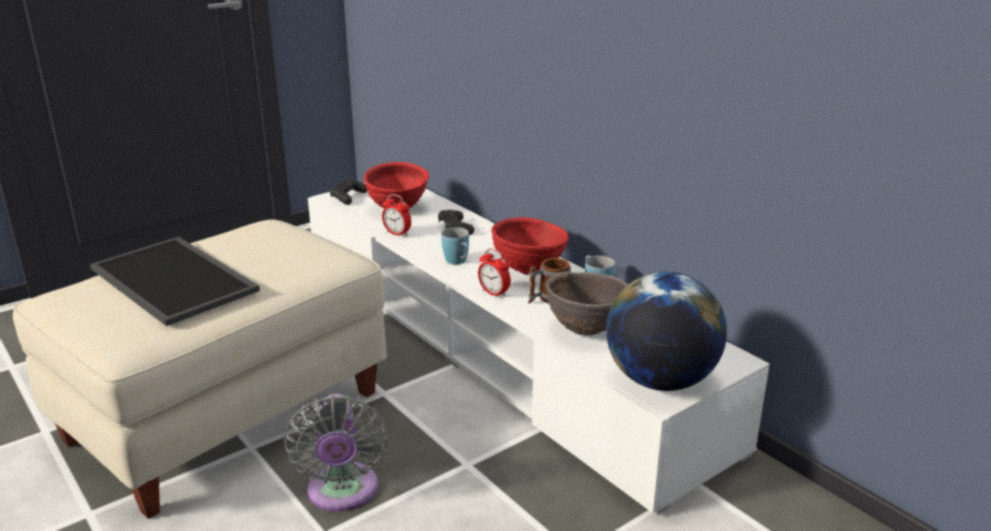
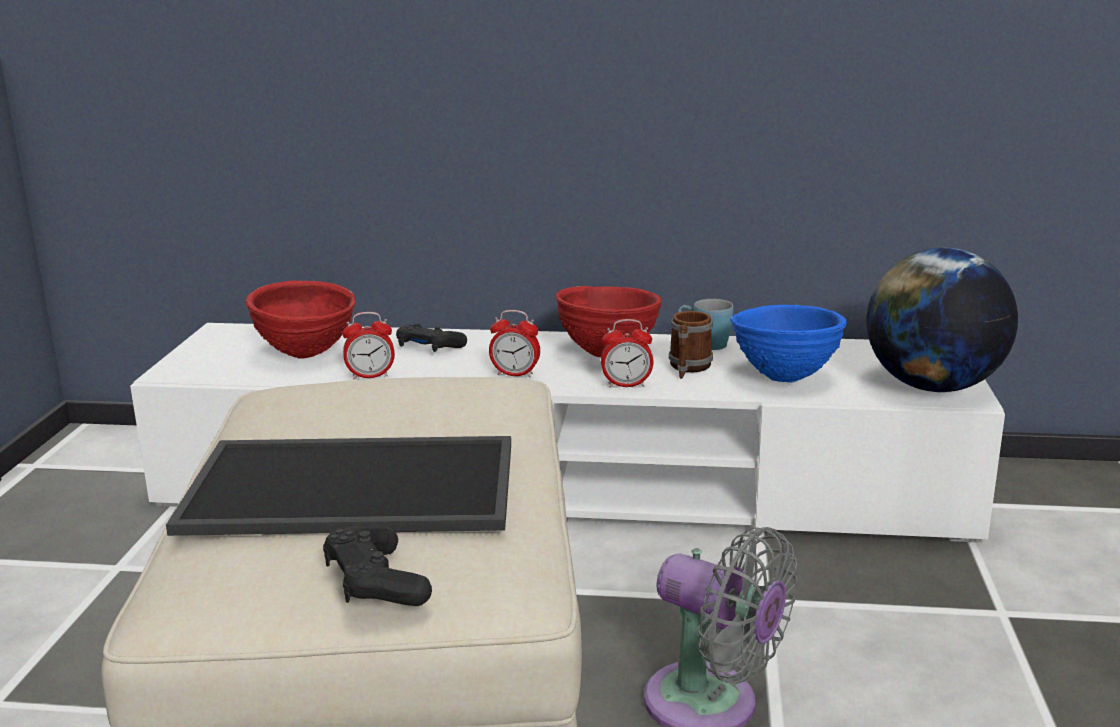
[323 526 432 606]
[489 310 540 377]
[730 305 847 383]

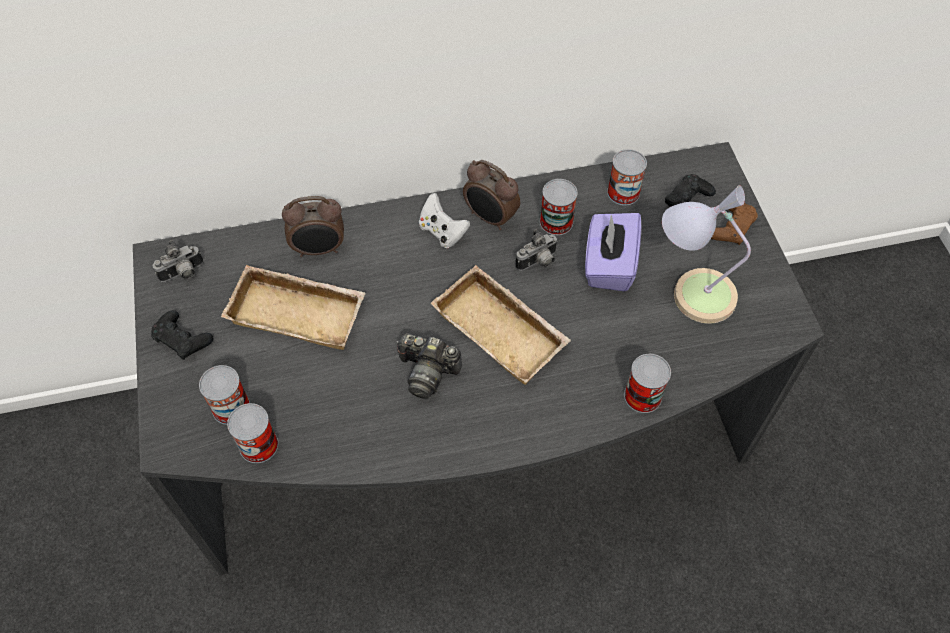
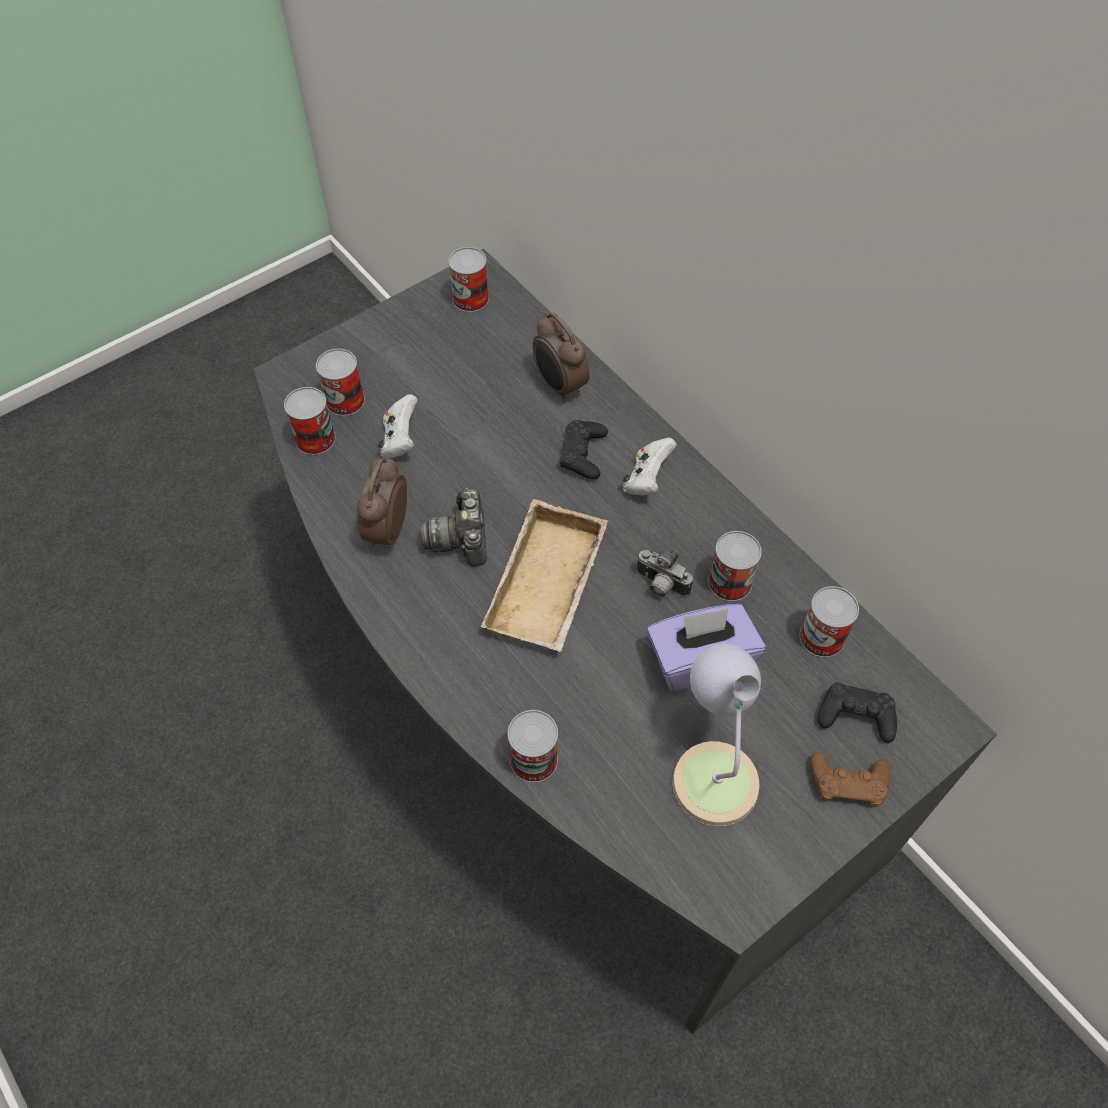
[221 265 366 350] (first image)
[378 394 417 458]
[559 420 608 479]
[357 455 407 548]
[448 247 489 312]

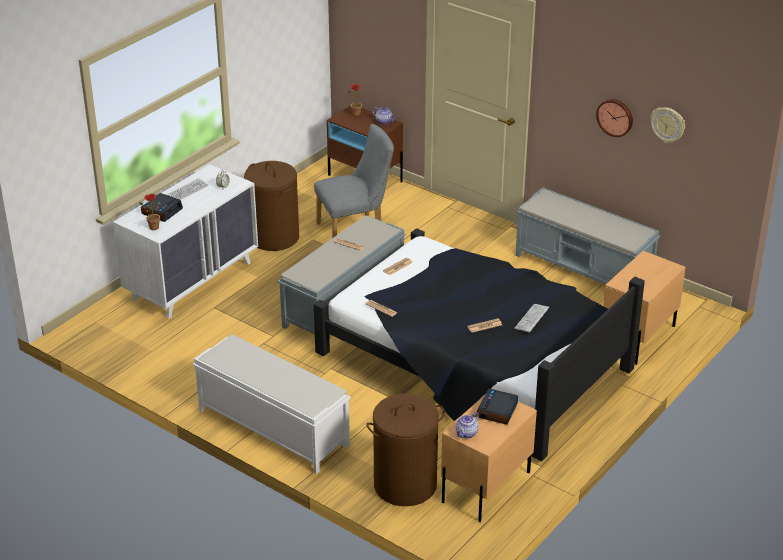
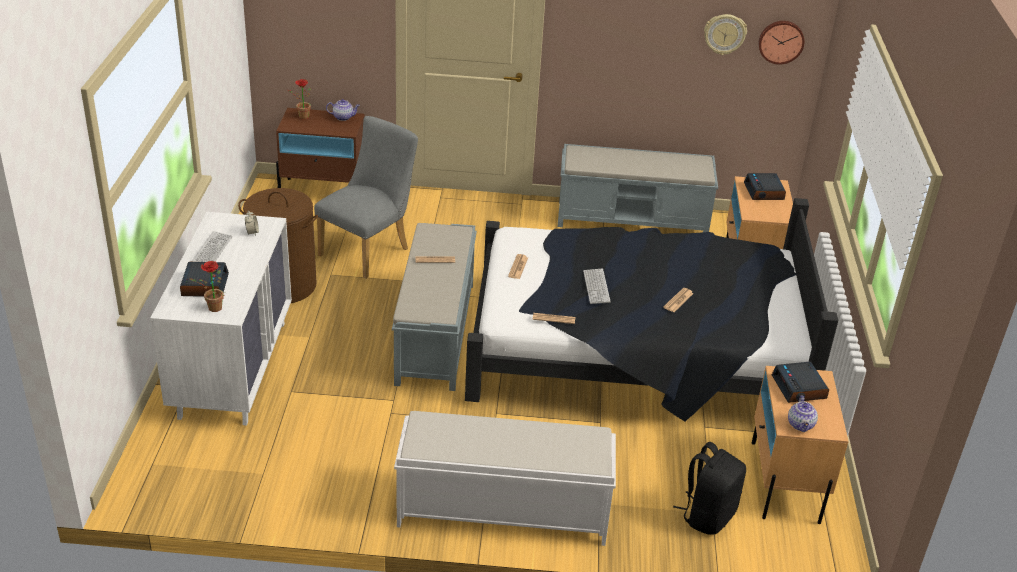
[744 173 786 200]
[583 269 611 304]
[758 21 804 65]
[673 442 746 535]

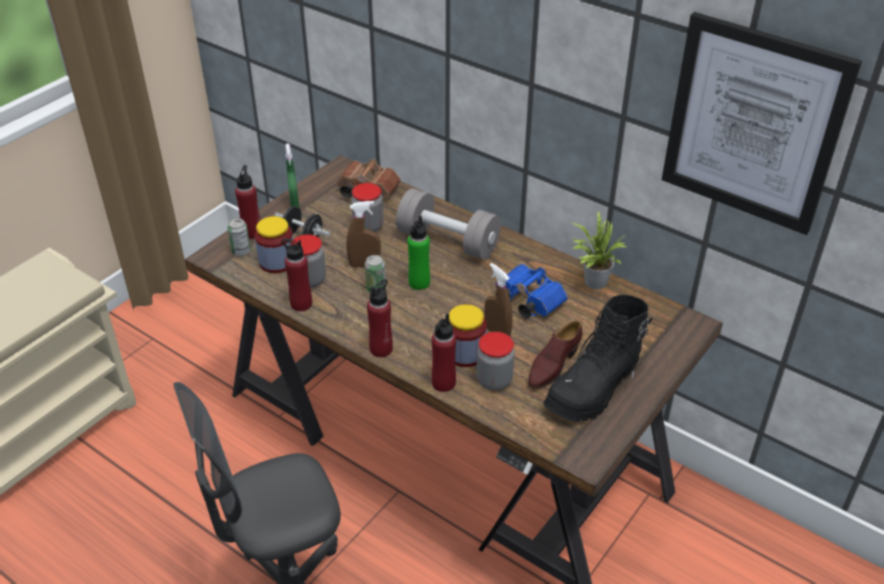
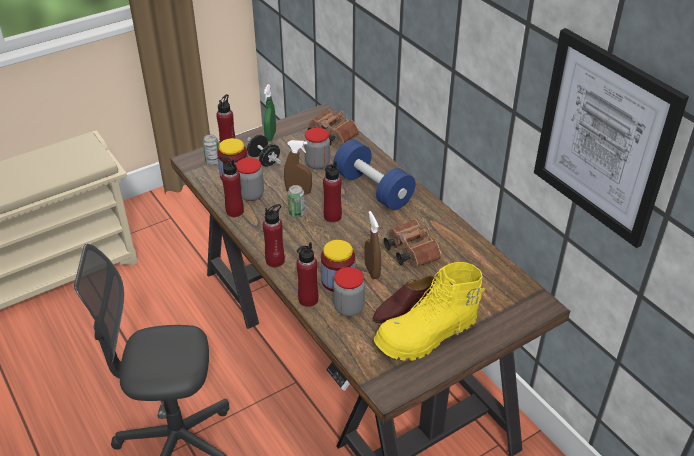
[572 211 626 289] (first image)
[333 140 416 210]
[323 161 342 222]
[383 220 442 267]
[374 262 485 361]

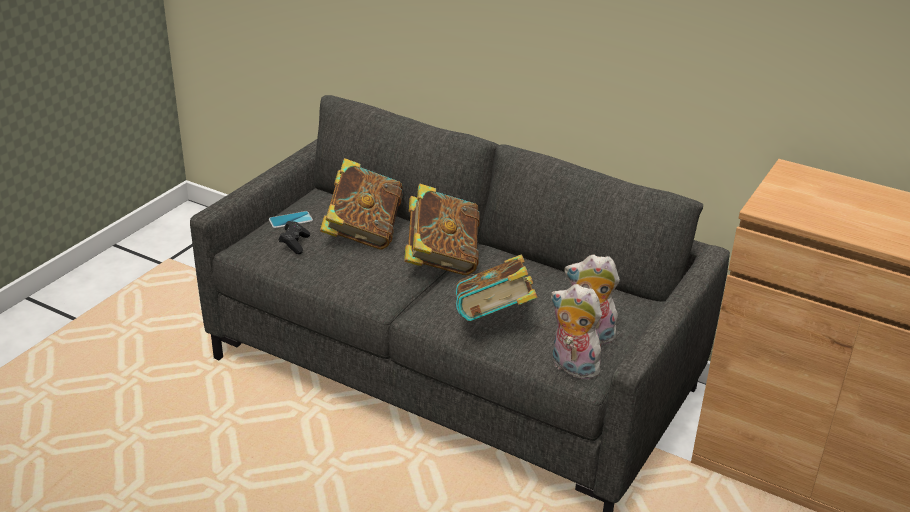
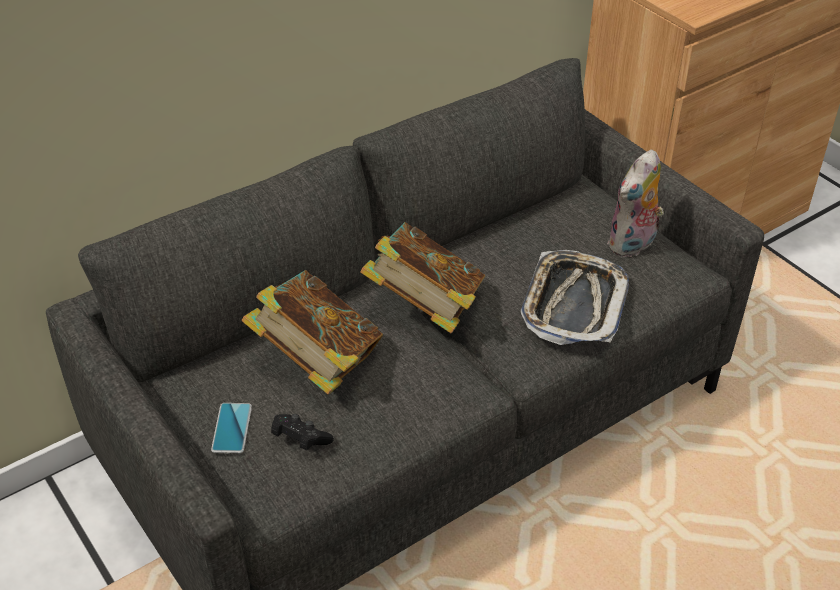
[550 284 603 379] (first image)
[521 250 629 345]

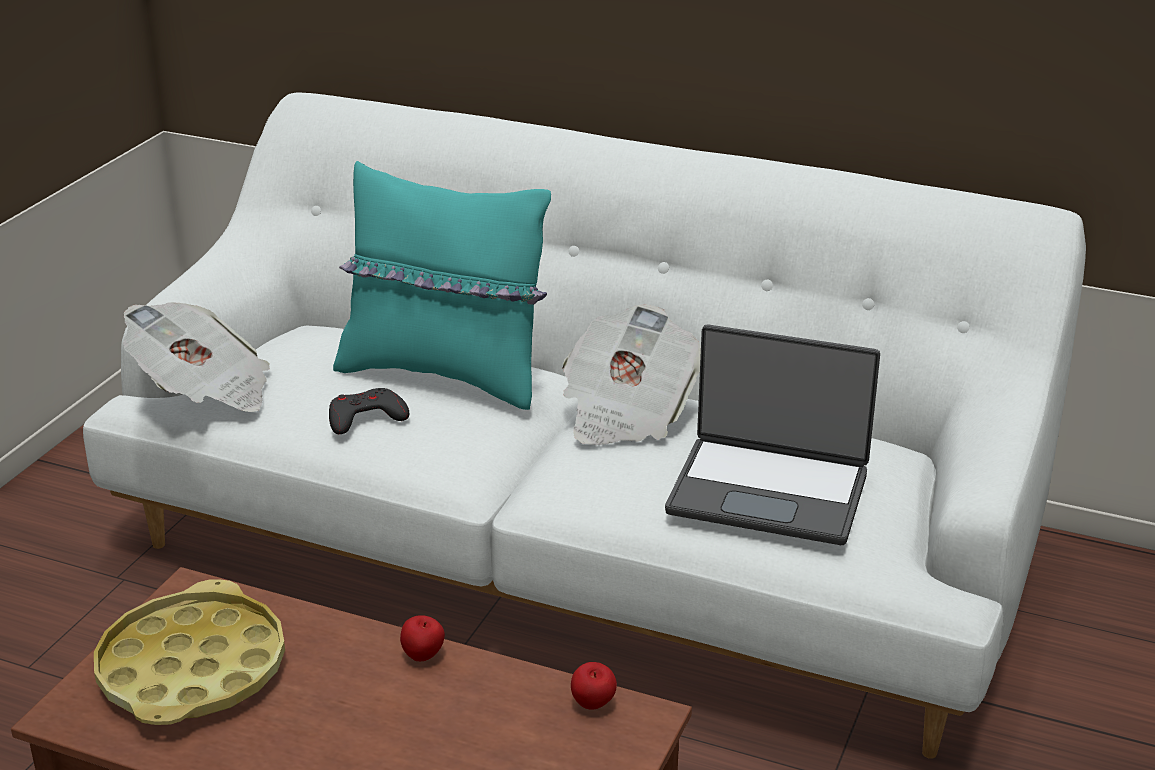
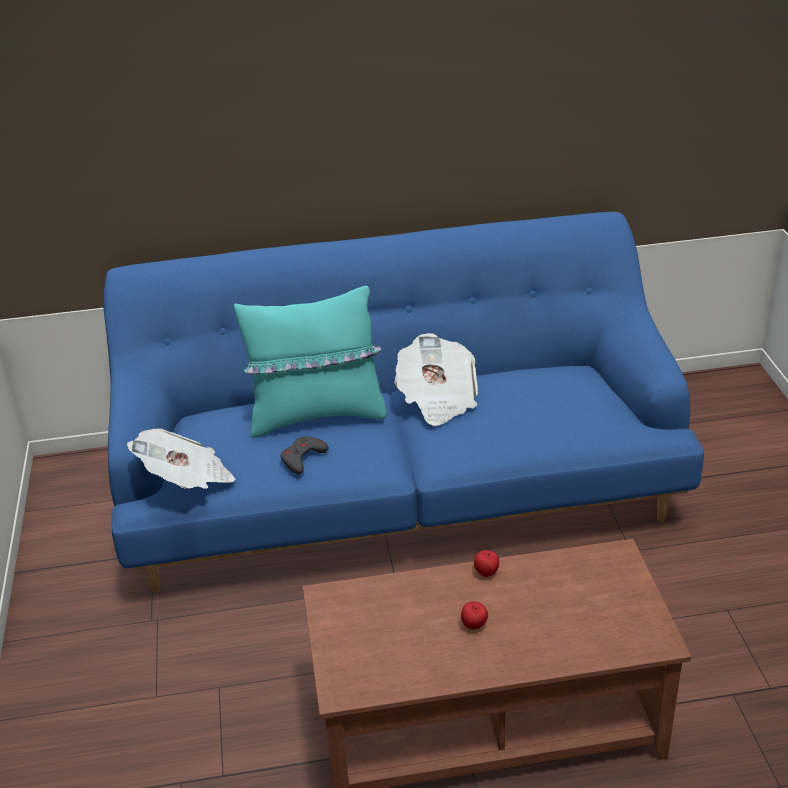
[94 580 285 725] (first image)
[665 324 880 545] (first image)
[461 601 488 630]
[104 212 704 593]

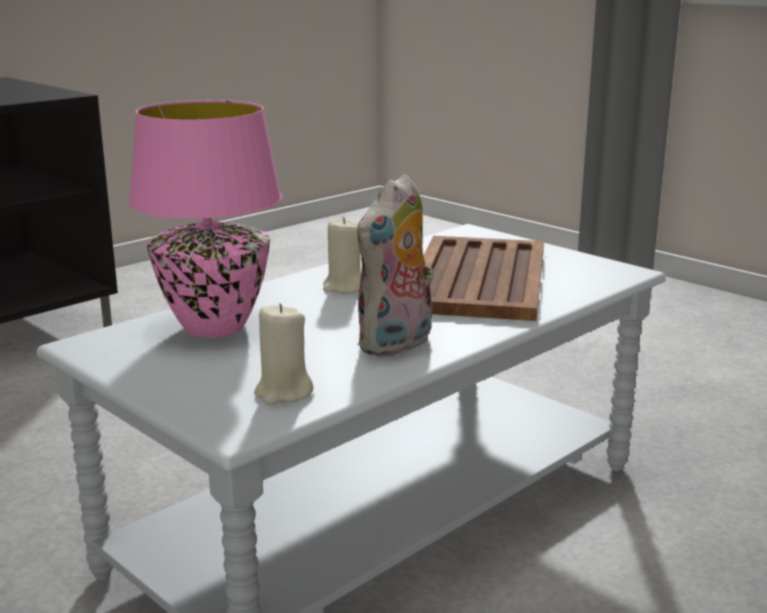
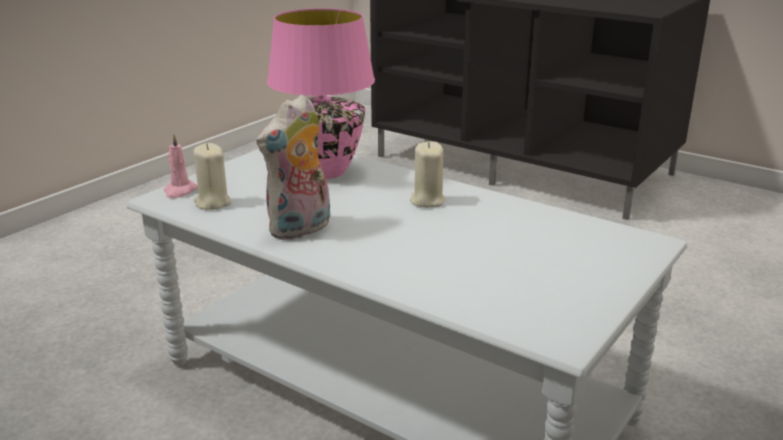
[424 236 544 321] (first image)
[164 133 198 199]
[256 94 330 240]

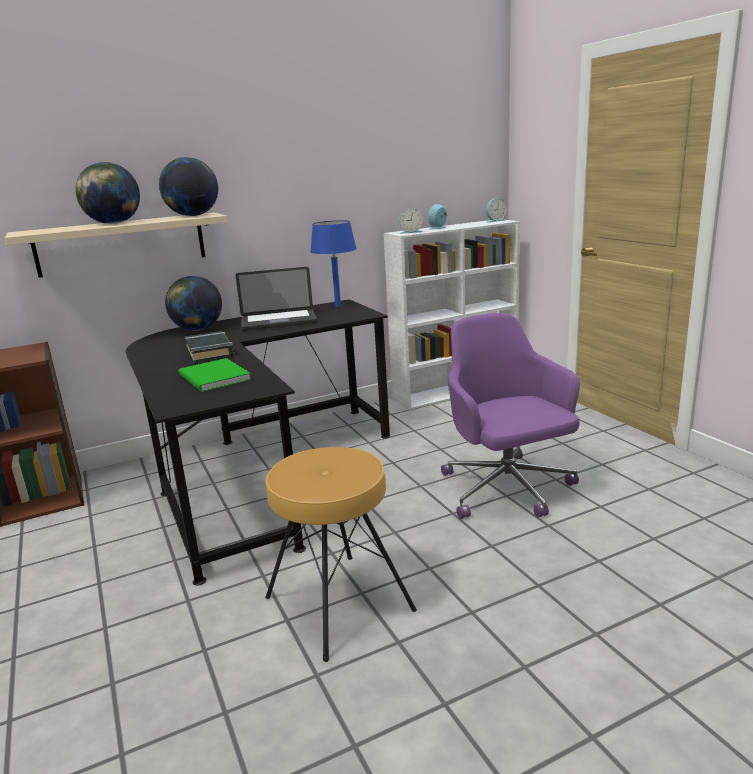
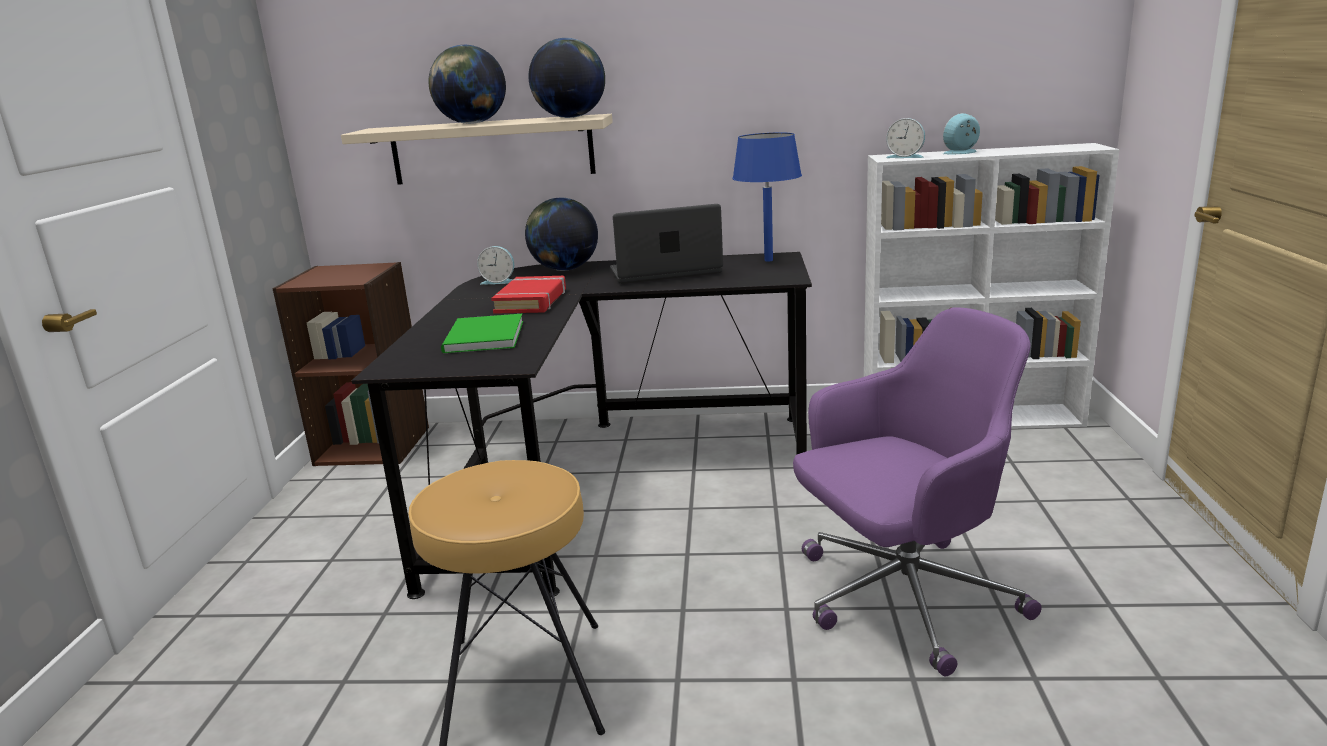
[477 246 514 285]
[491 276 566 314]
[610 204 723 284]
[793 307 1042 677]

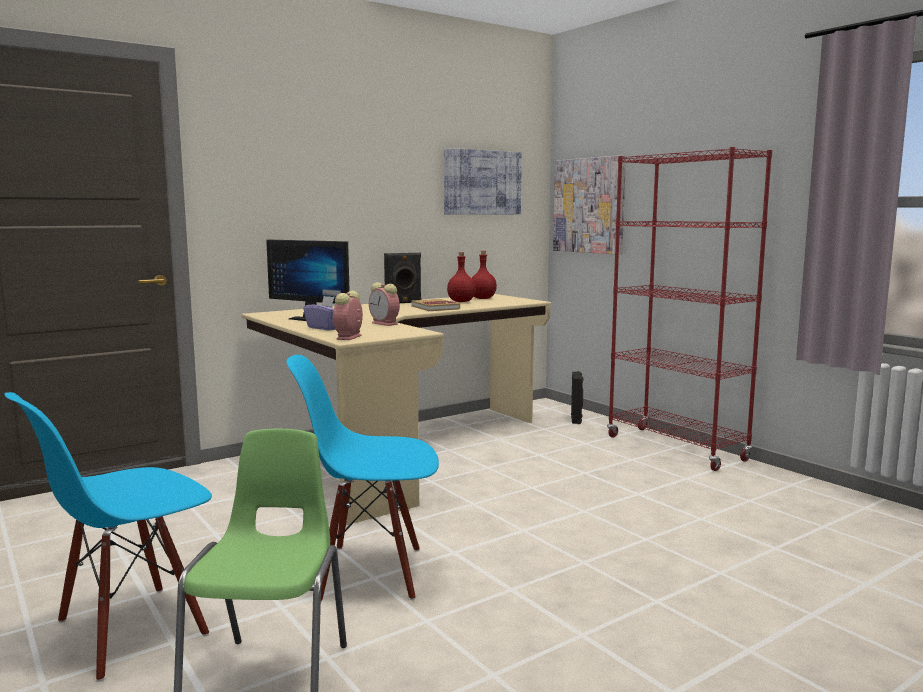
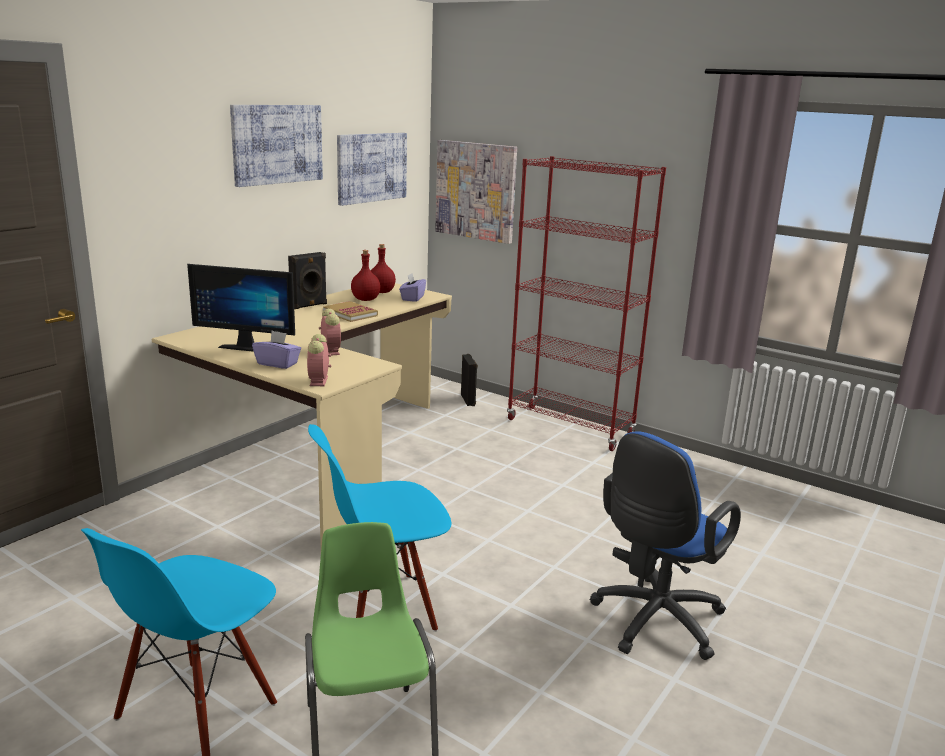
[230 105 323 187]
[399 273 426 302]
[590 431 741 660]
[319 309 341 356]

